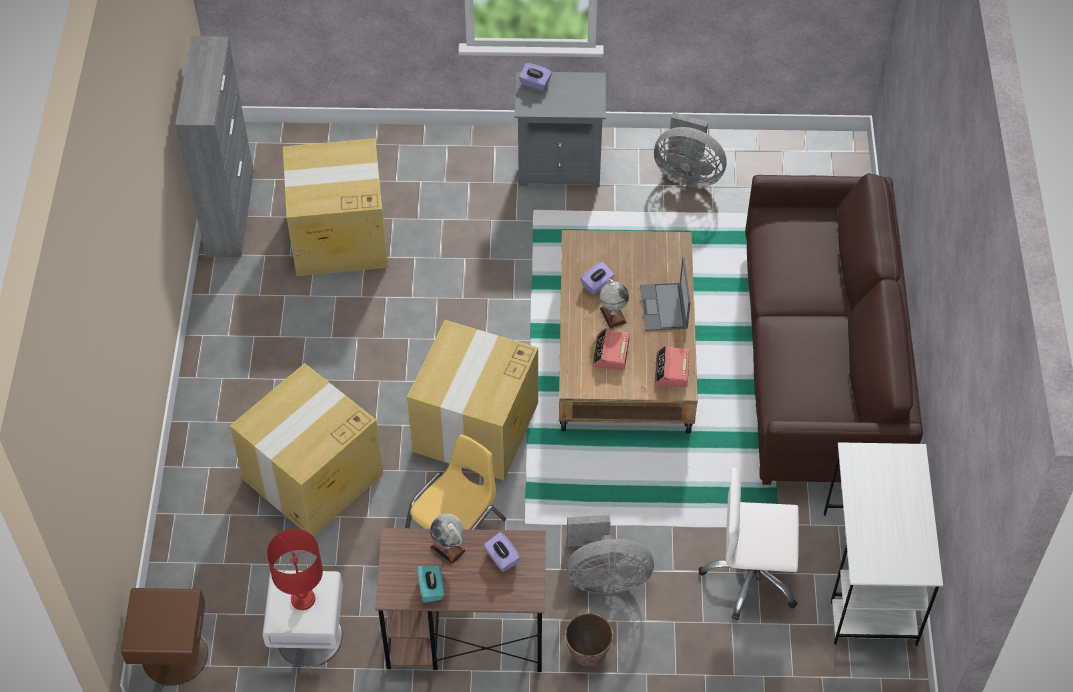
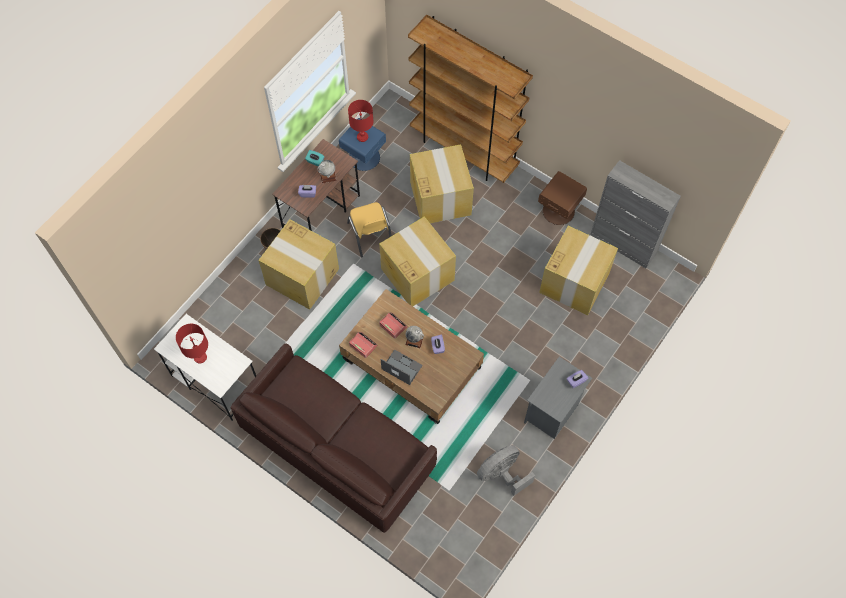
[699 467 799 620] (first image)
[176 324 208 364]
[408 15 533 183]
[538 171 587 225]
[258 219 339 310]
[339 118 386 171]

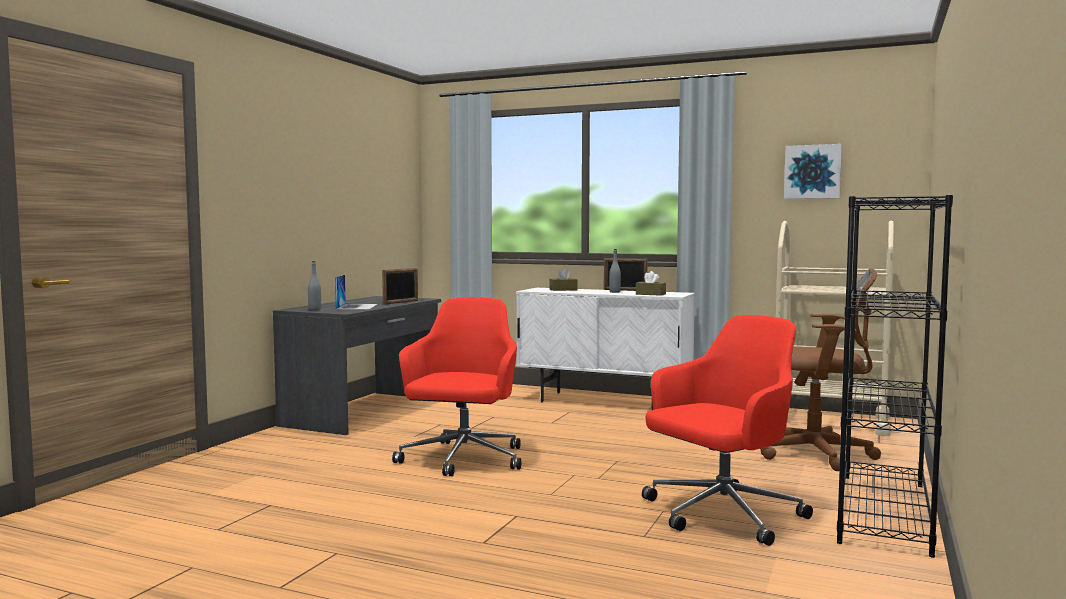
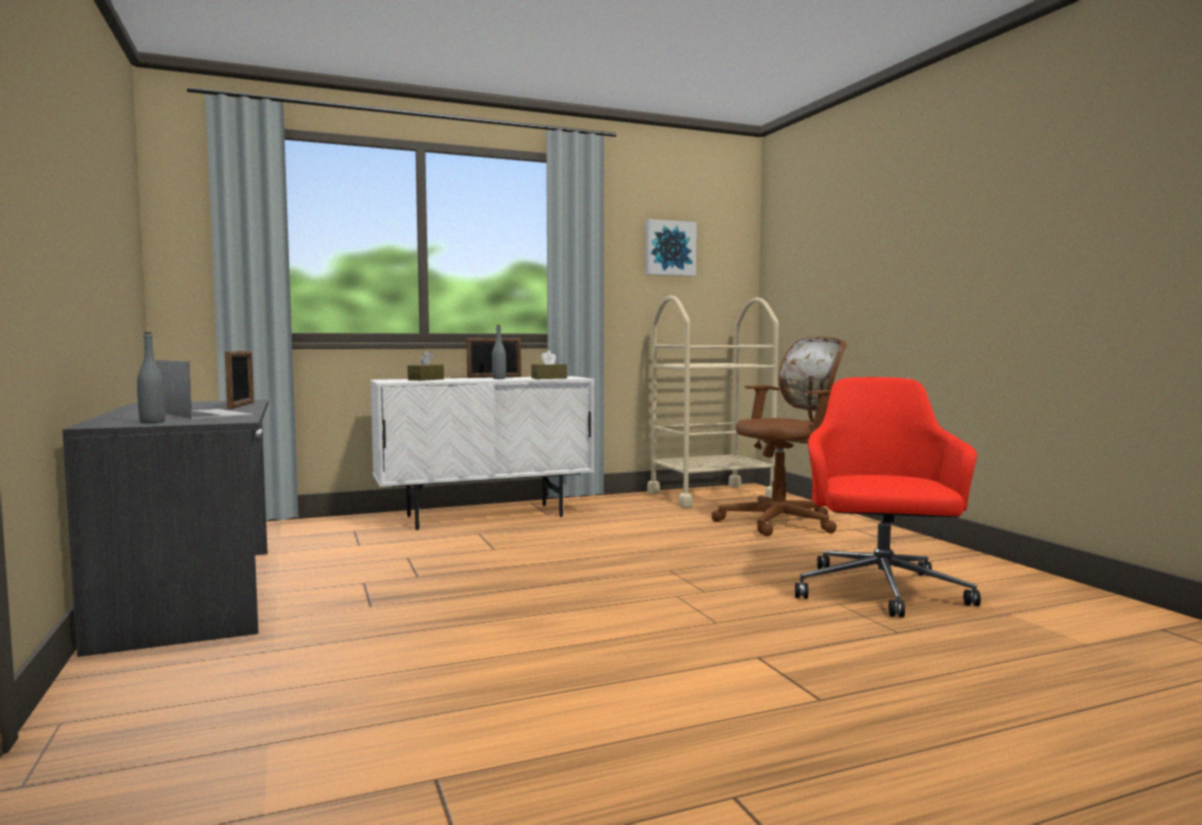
[392 297 521 476] (first image)
[837 195 953 558] (first image)

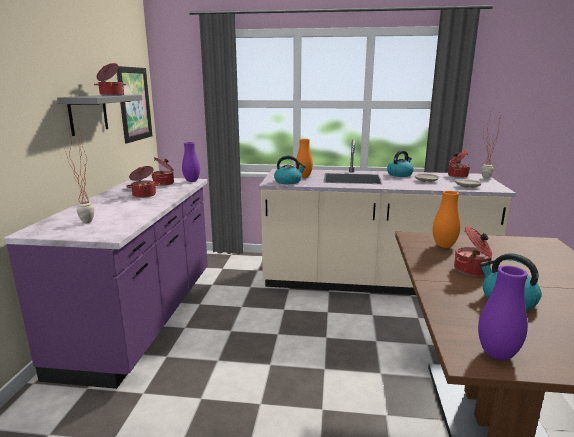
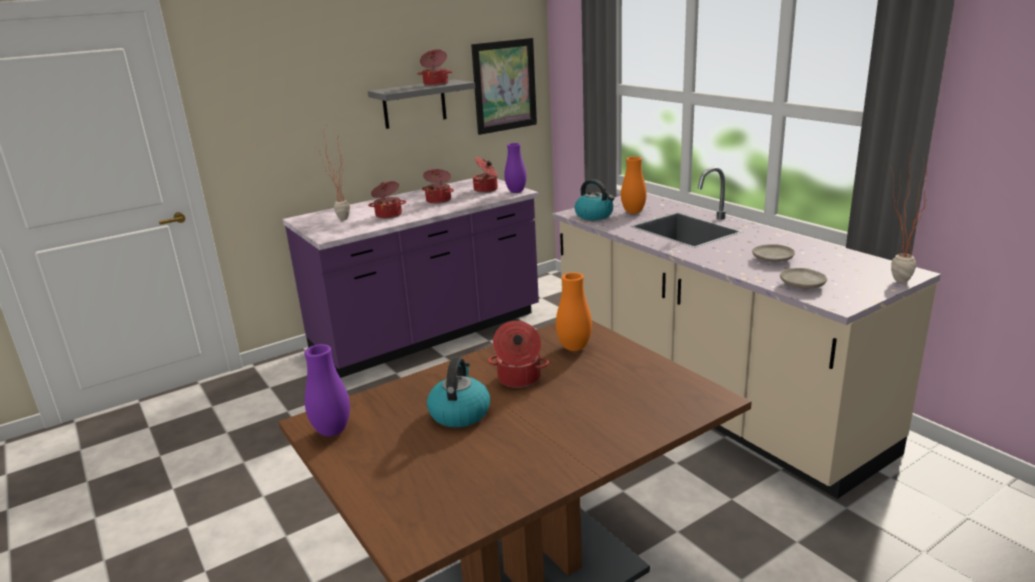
[387 150 414 177] (first image)
[368 181 407 219]

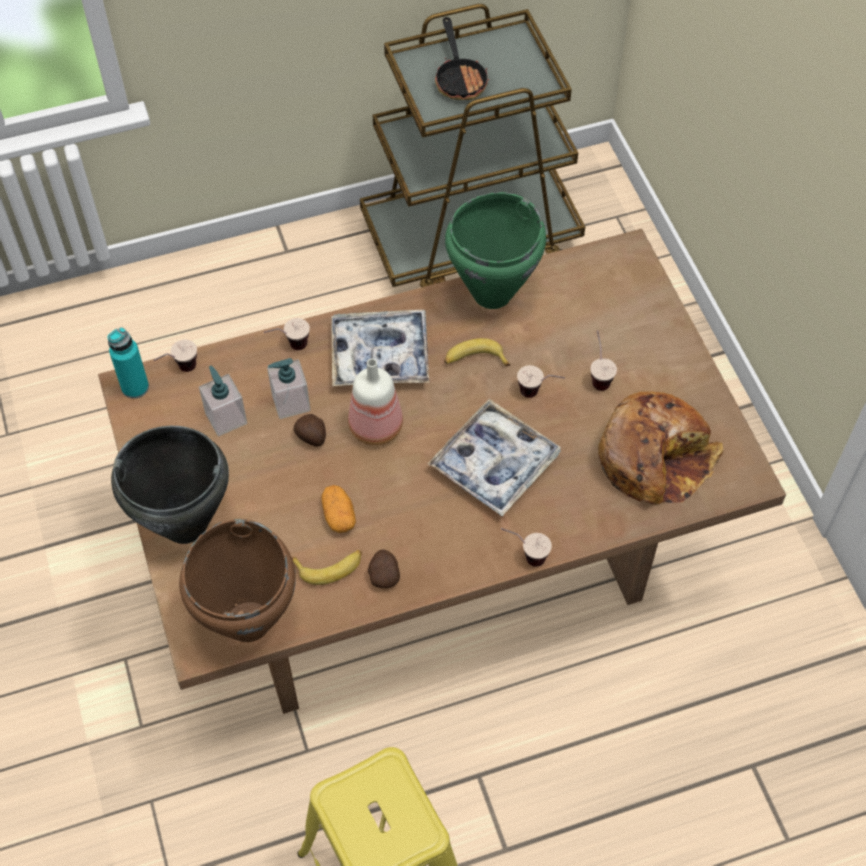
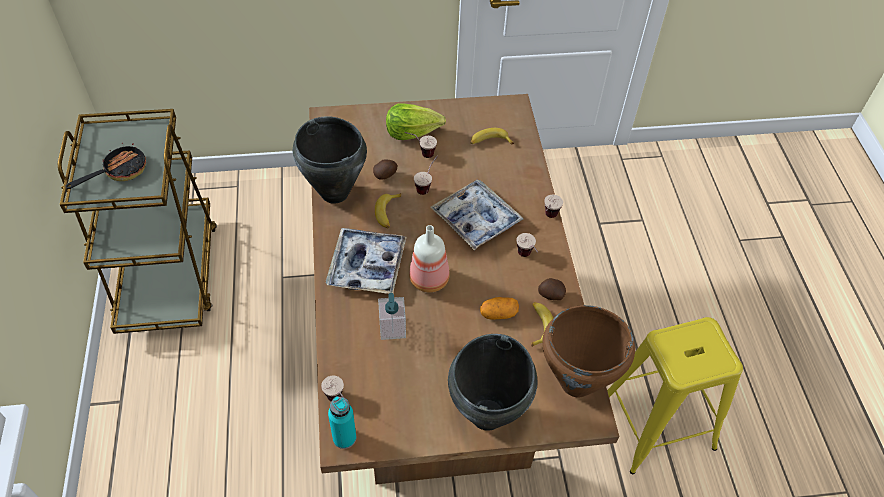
[199 365 247 436] (first image)
[386 103 446 140]
[517 233 538 257]
[373 159 397 180]
[470 128 514 144]
[293 116 367 204]
[65 143 146 189]

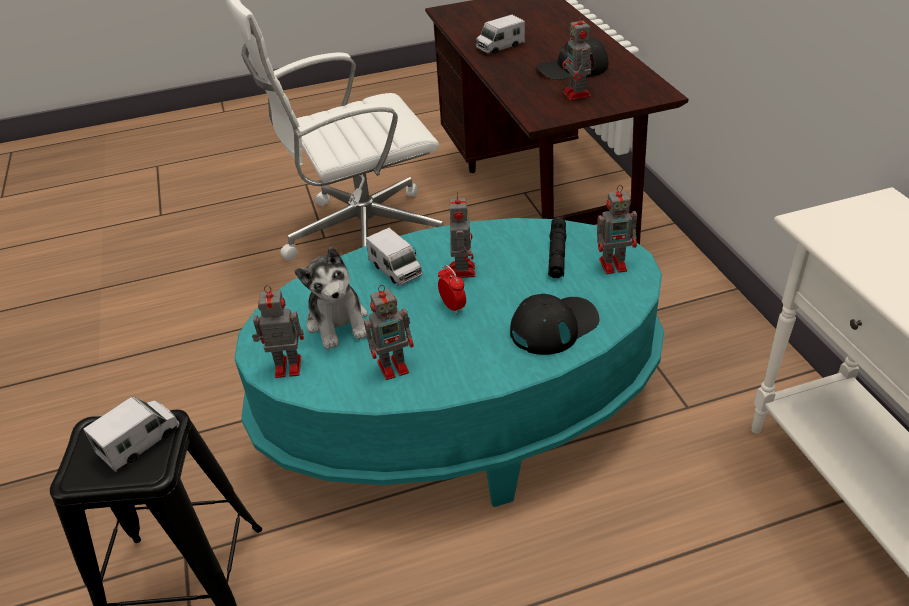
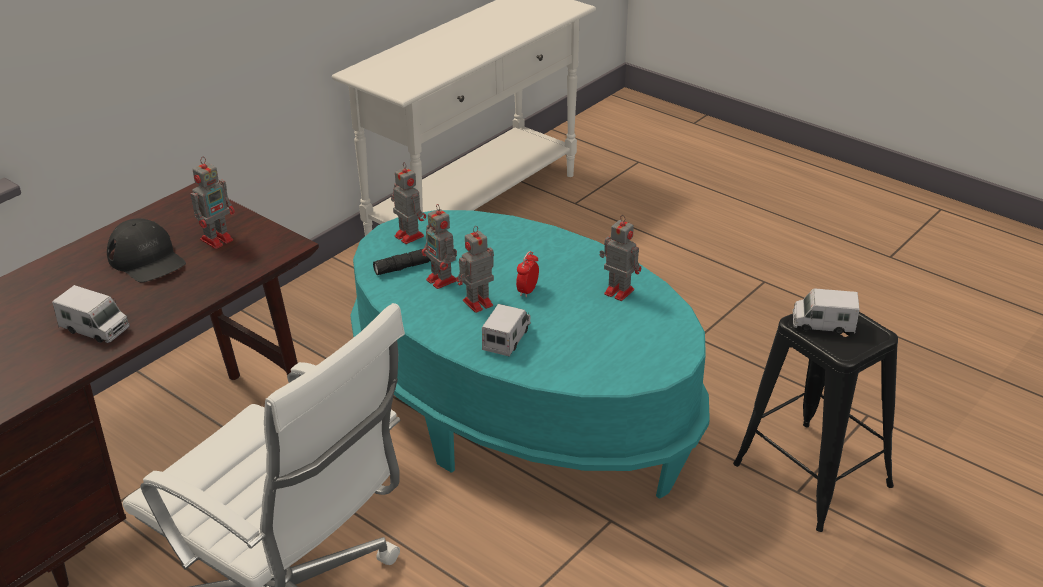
[294 247 368 350] (first image)
[510 293 599 355] (first image)
[422 204 457 289]

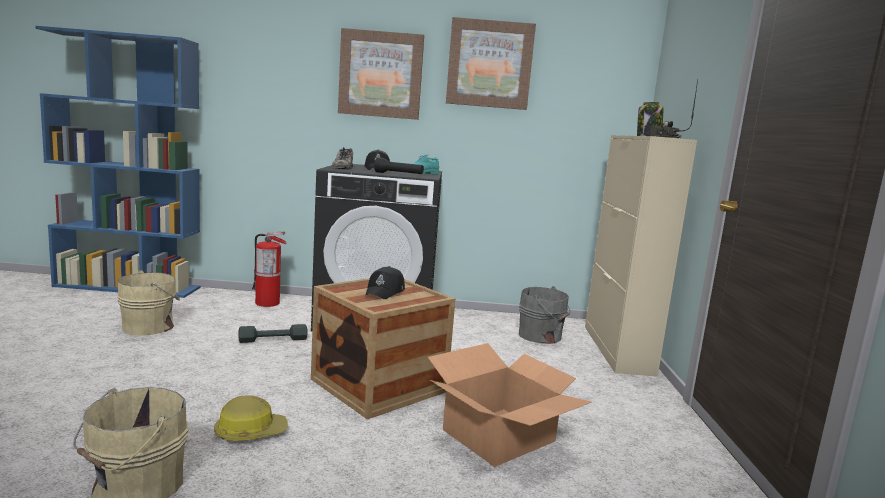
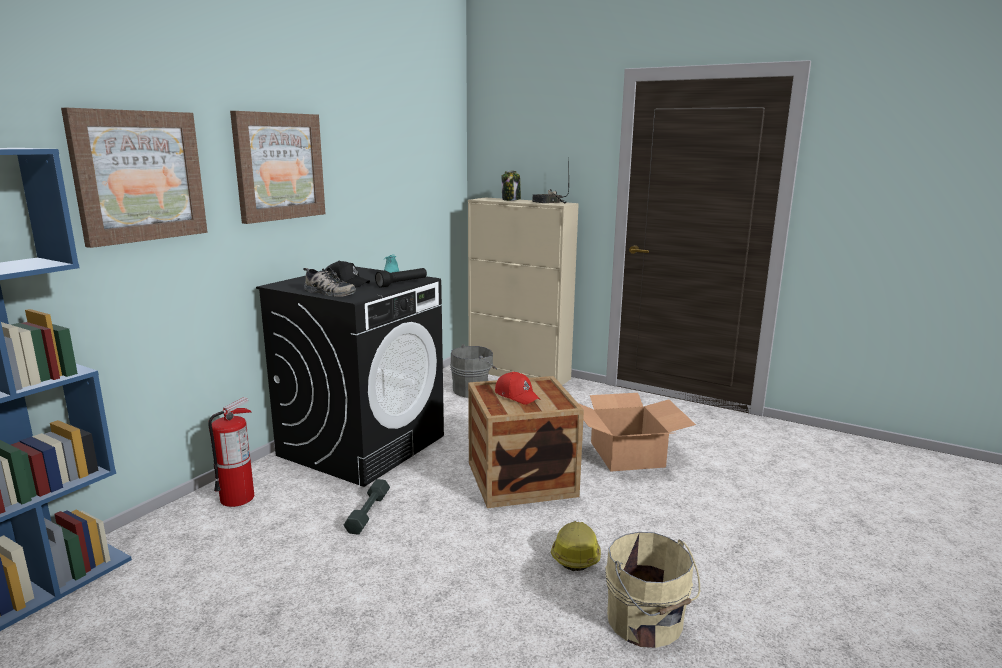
[117 270 180 336] (first image)
[61 108 208 248]
[495 372 540 405]

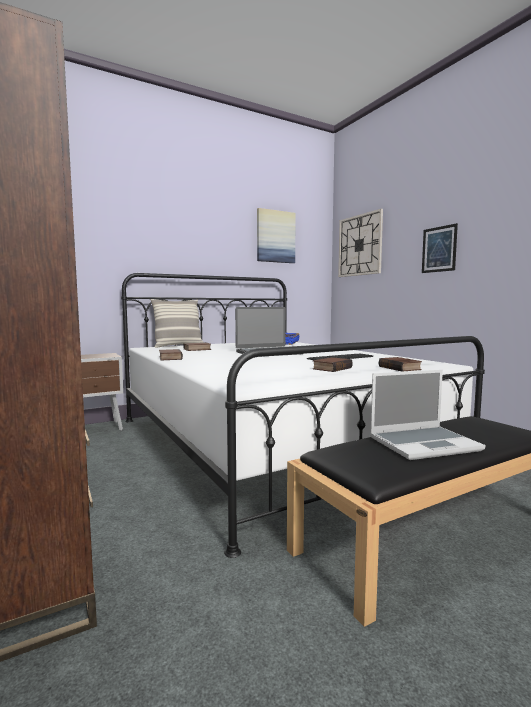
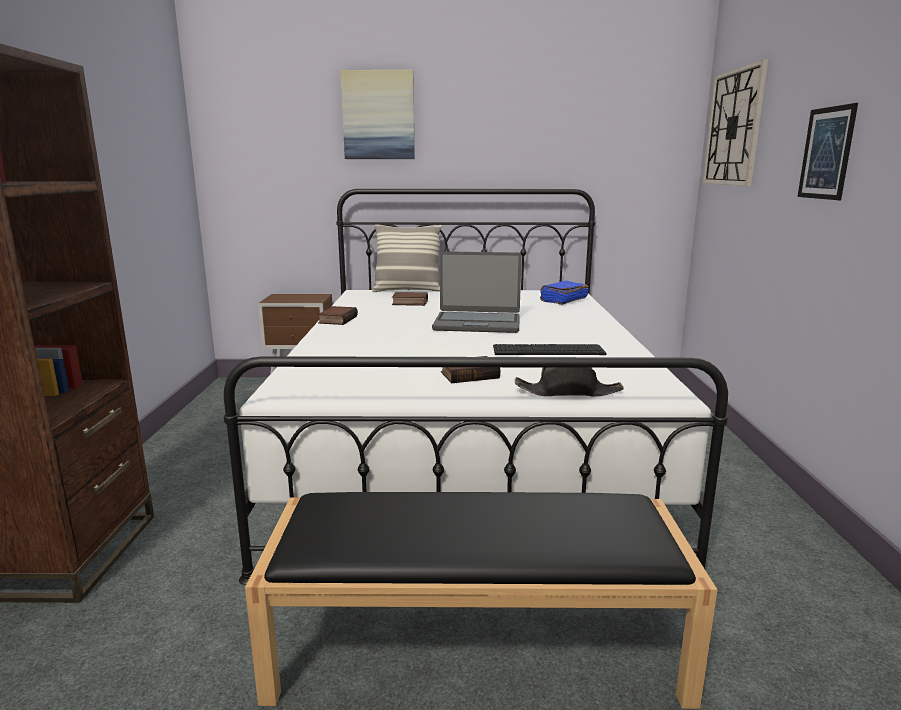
[370 370 485 460] (first image)
[341 70 415 159]
[515 367 624 397]

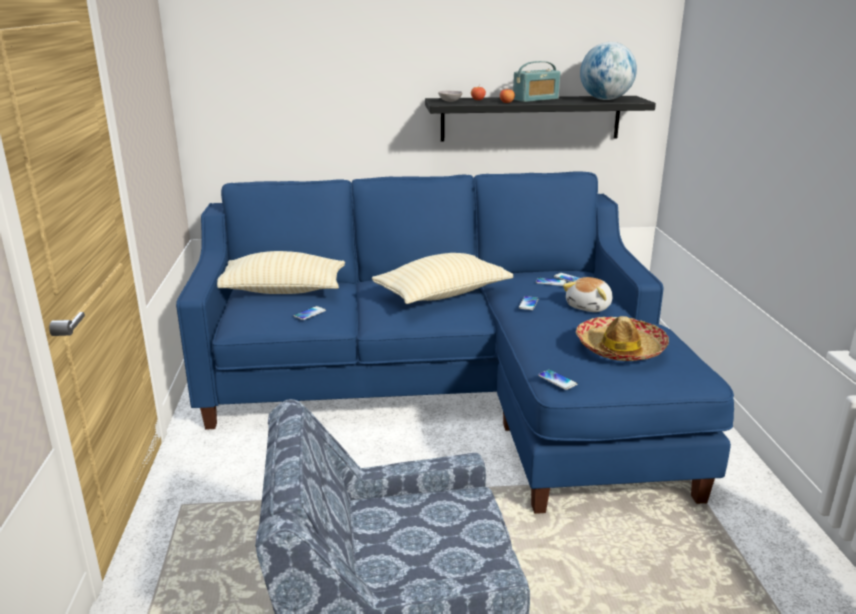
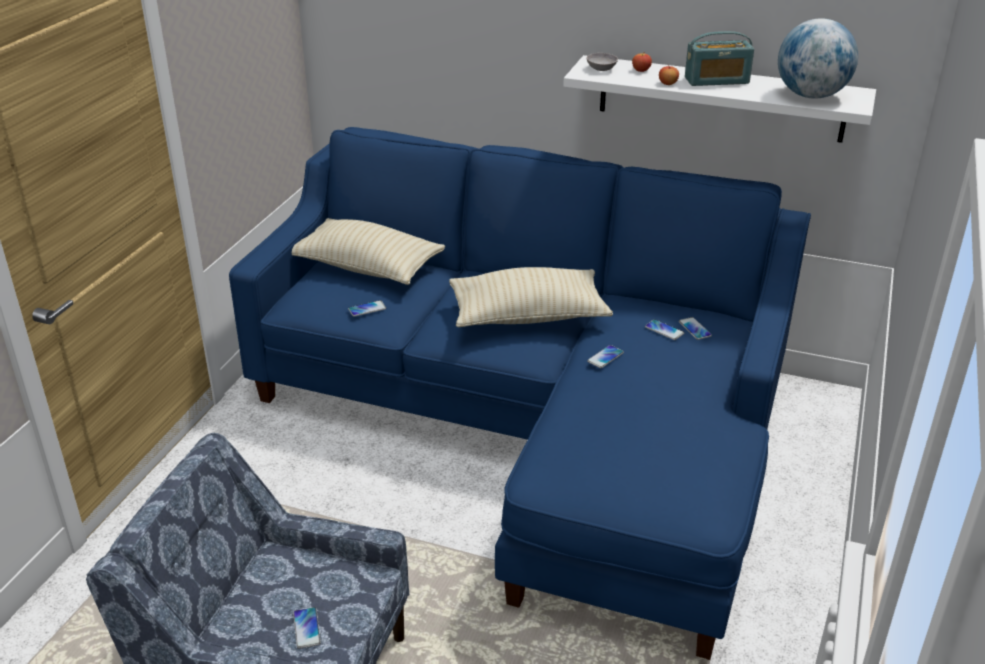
[563 277 612 312] (first image)
[576 316 669 361] (first image)
[293 607 321 649]
[563 55 876 143]

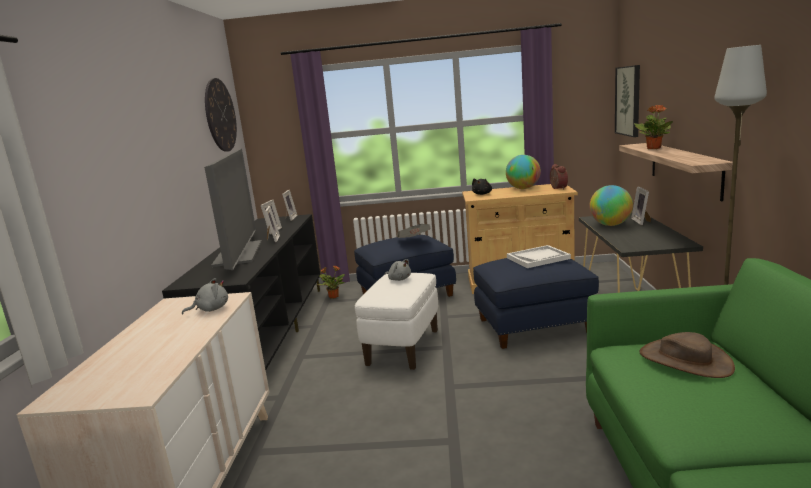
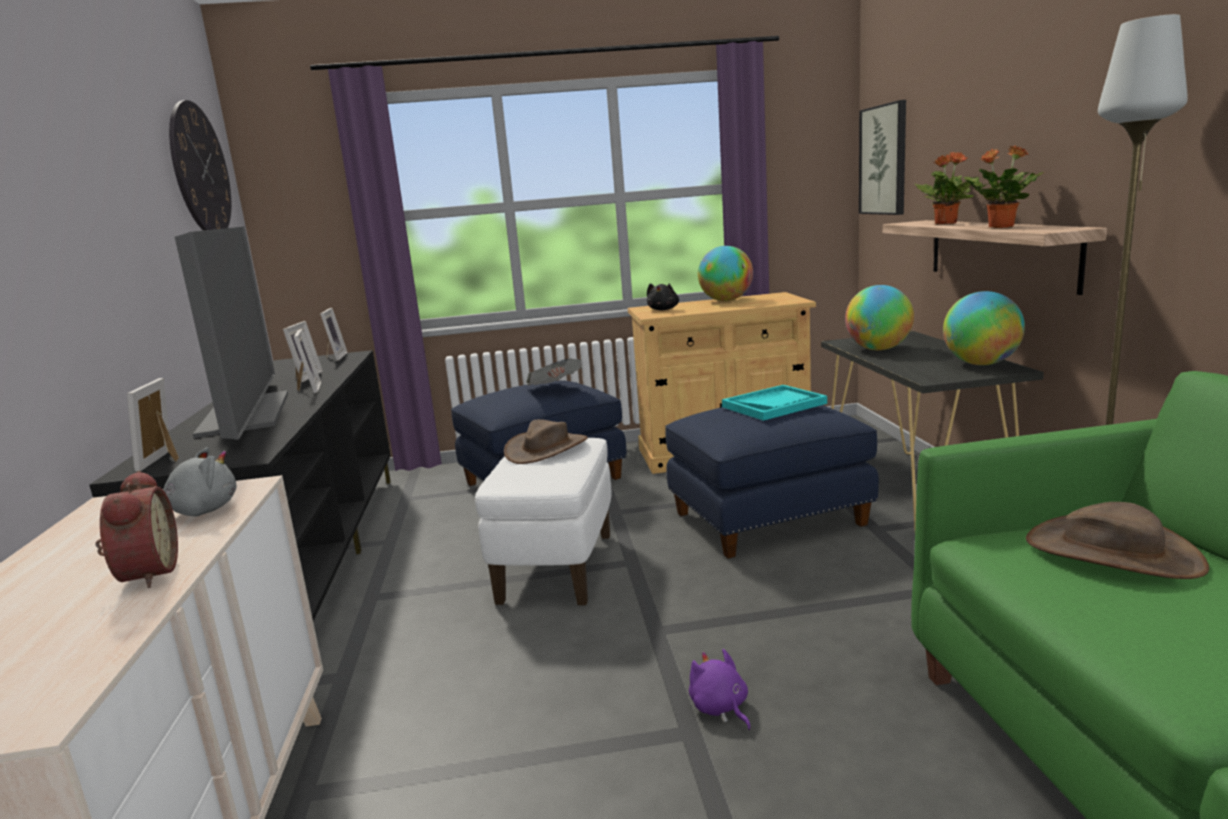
[689 649 751 730]
[943 291 1025 365]
[964 145 1044 228]
[95 471 178 588]
[127 378 179 472]
[504 419 588 464]
[722 385 827 421]

